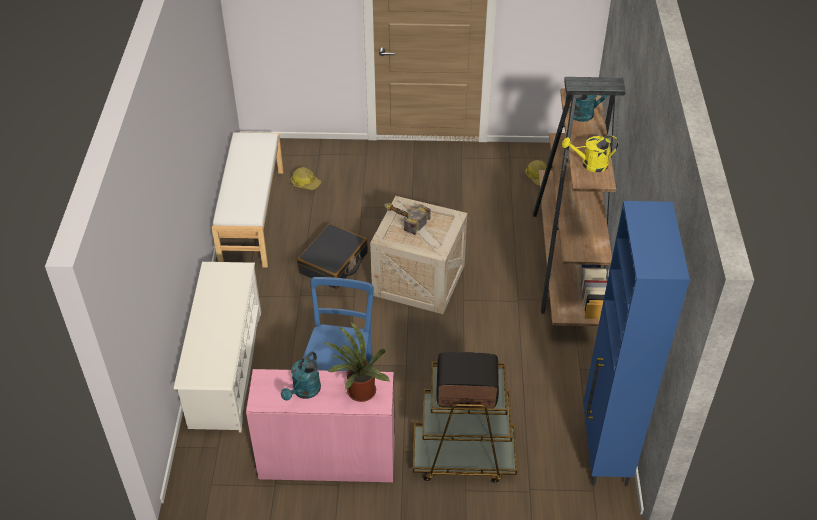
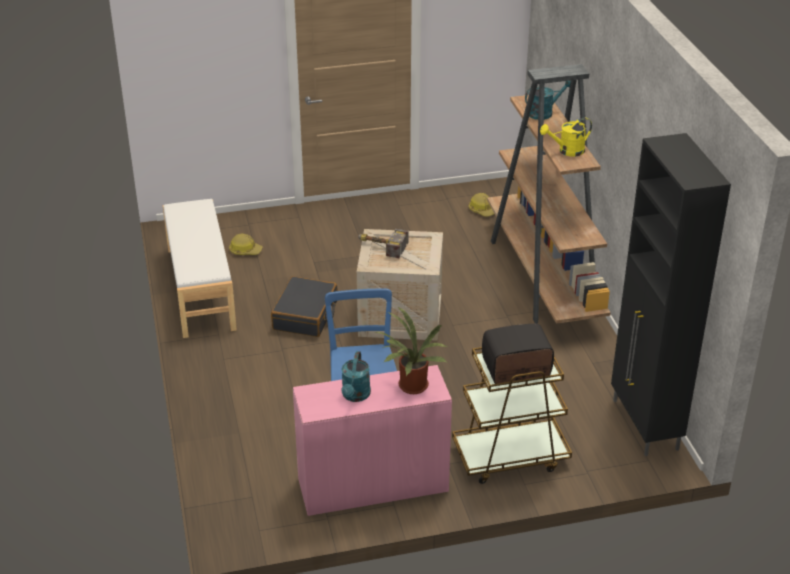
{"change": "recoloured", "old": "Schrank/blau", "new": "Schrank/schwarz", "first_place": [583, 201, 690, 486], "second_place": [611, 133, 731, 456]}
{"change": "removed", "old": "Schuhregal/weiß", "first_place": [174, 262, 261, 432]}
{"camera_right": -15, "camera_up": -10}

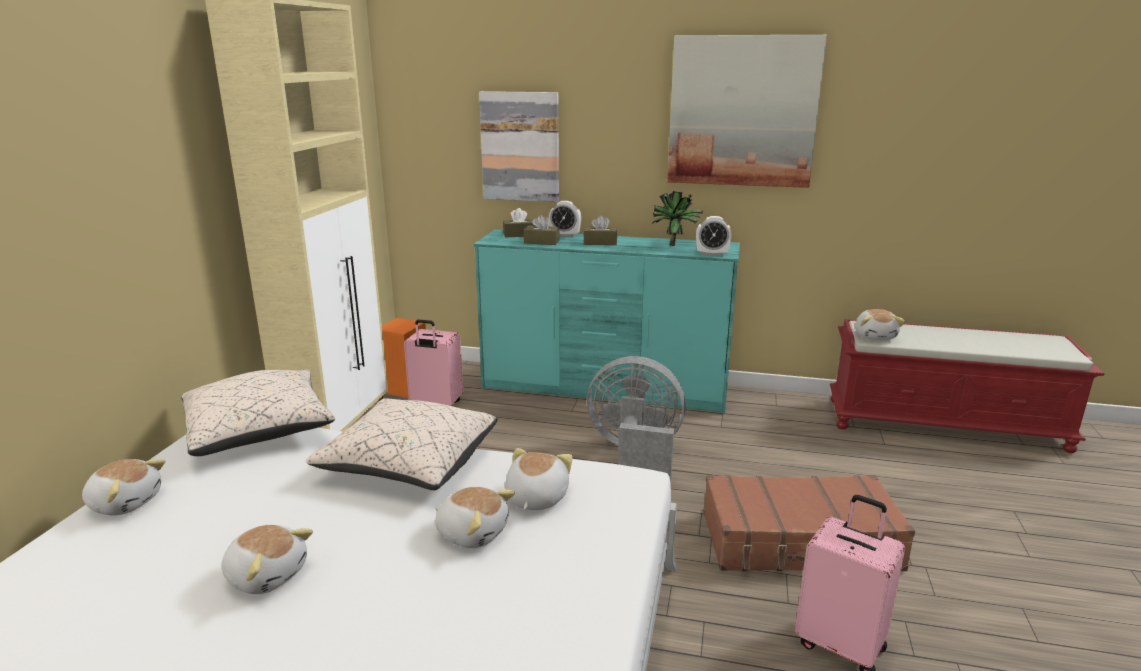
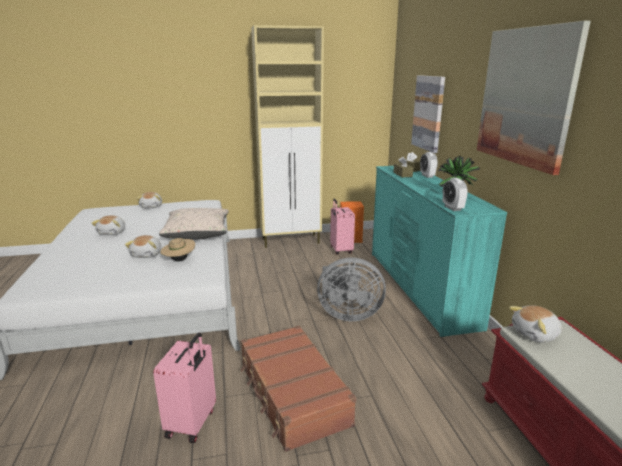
{"change": "removed", "old": "Taschentuchbox/braun", "first_place": [583, 215, 617, 245]}
{"change": "turned", "old": "Ventilator/grau", "first_place": [587, 356, 686, 482], "second_place": [317, 257, 386, 321], "degrees": 105}
{"change": "removed", "old": "Kissen/beige", "first_place": [181, 370, 335, 456]}
{"change": "replaced", "old": "Plüschtier", "new": "Hut/beige", "first_place": [505, 448, 573, 510], "second_place": [160, 237, 195, 261]}
{"camera_right": 65, "camera_up": 0}

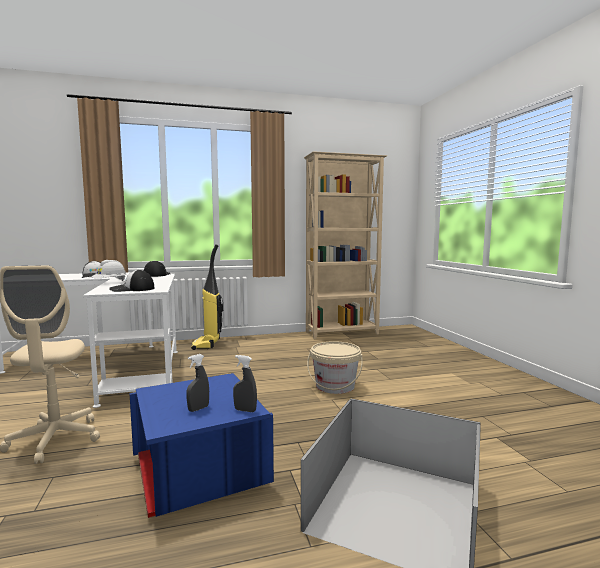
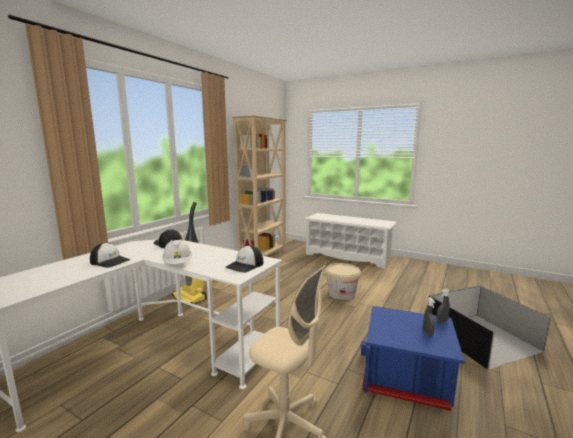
{"change": "added", "new": "Schuhregal/weiß", "second_place": [305, 213, 397, 269]}
{"camera_right": -45, "camera_up": 5}

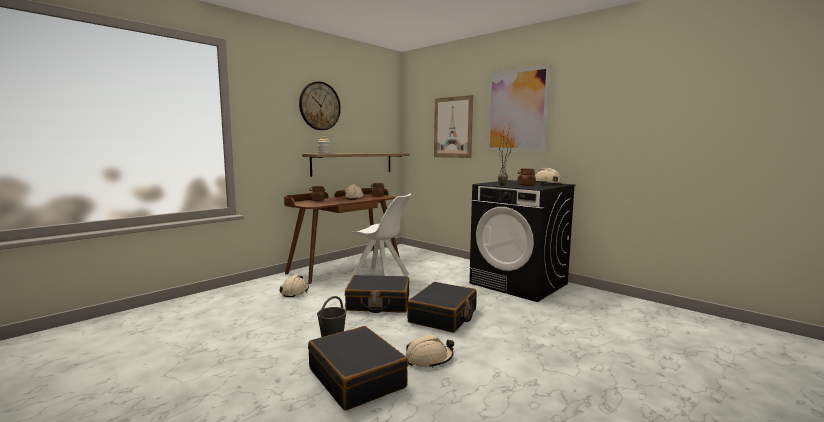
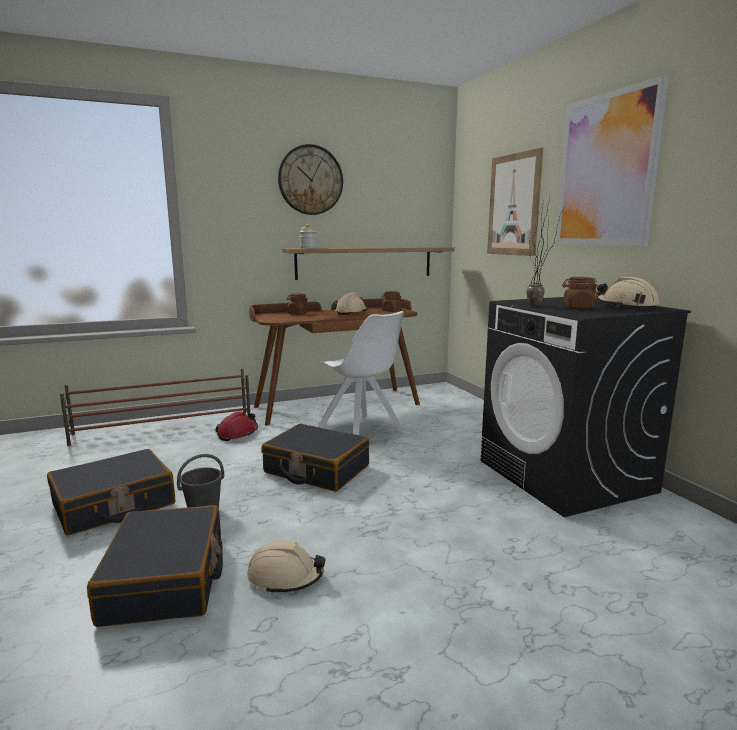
{"change": "recoloured", "old": "Schutzhelm/beige", "new": "Schutzhelm/rot", "first_place": [280, 274, 309, 297], "second_place": [215, 411, 258, 441]}
{"change": "moved", "old": "Koffer/schwarz", "first_place": [407, 282, 477, 333], "second_place": [47, 449, 175, 535]}
{"change": "added", "new": "Schuhregal/braun", "second_place": [60, 369, 250, 446]}
{"camera_right": 25, "camera_up": 5}

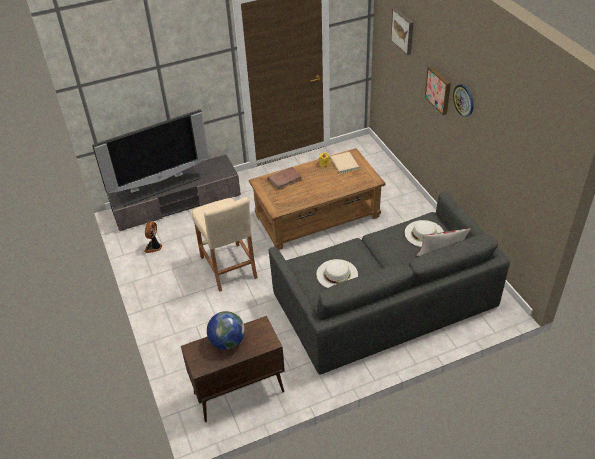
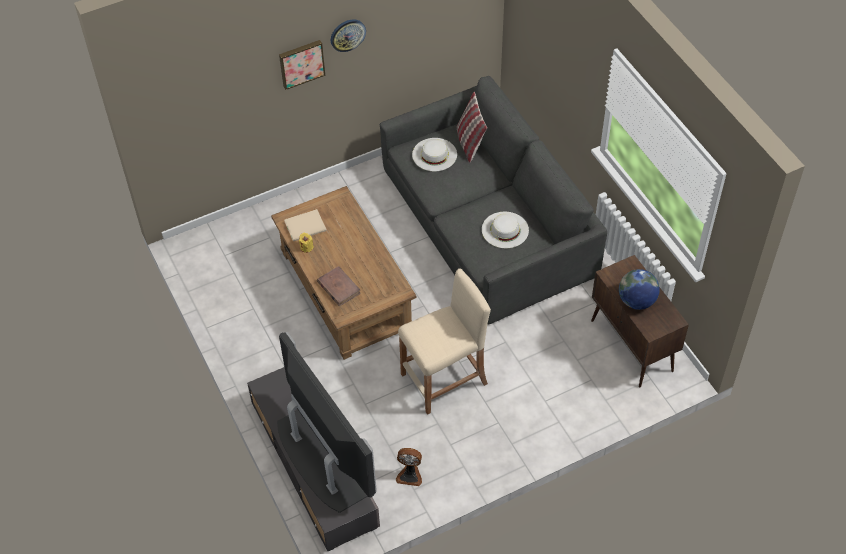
{"change": "removed", "old": "Bild", "first_place": [391, 8, 414, 55]}
{"camera_right": -95, "camera_up": 10}

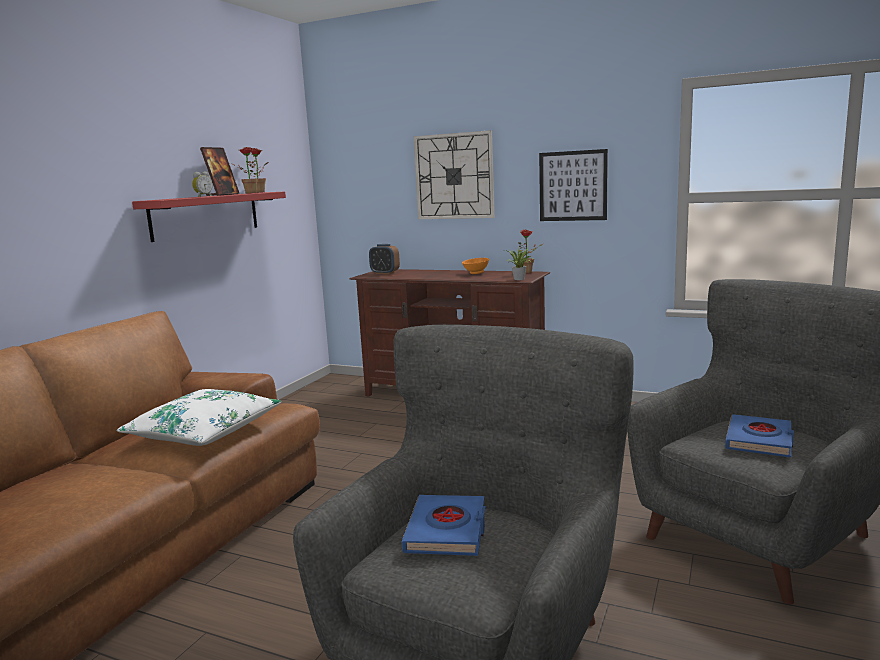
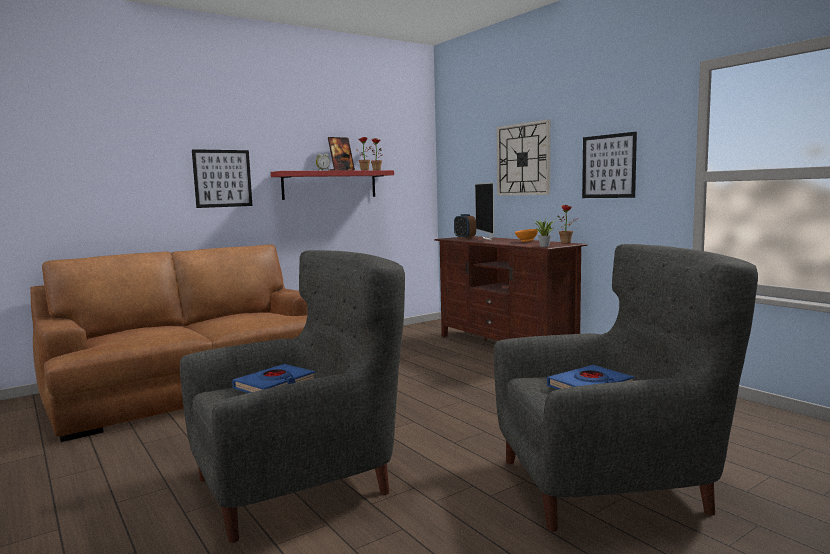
{"change": "removed", "old": "Kissen/weiß", "first_place": [117, 389, 282, 446]}
{"change": "added", "new": "Bild", "second_place": [192, 149, 252, 208]}
{"change": "added", "new": "Fernseher", "second_place": [475, 182, 494, 240]}
{"camera_right": 30, "camera_up": -5}

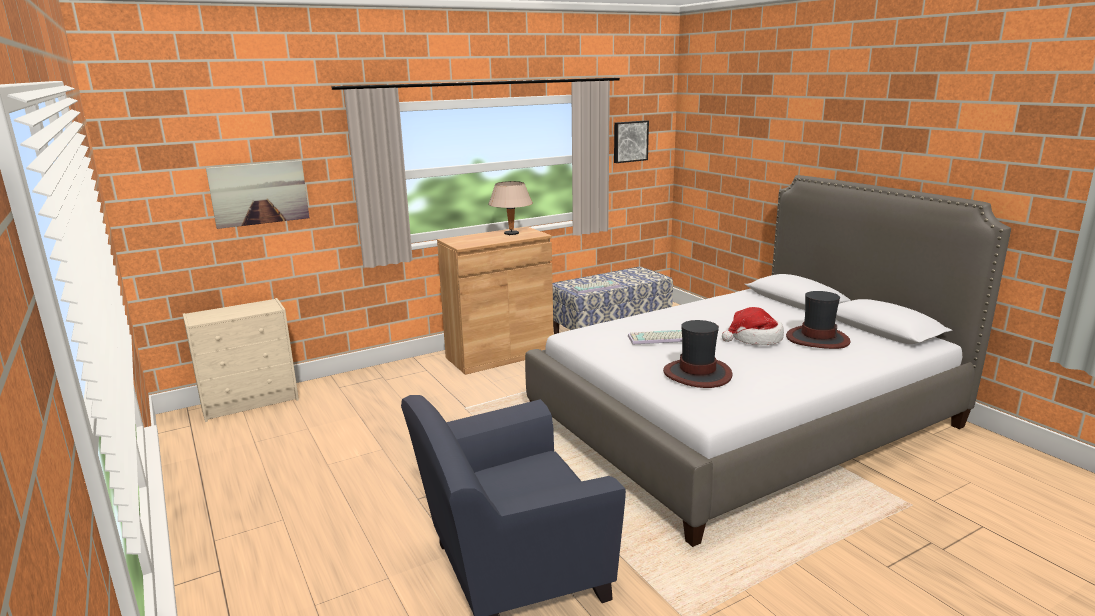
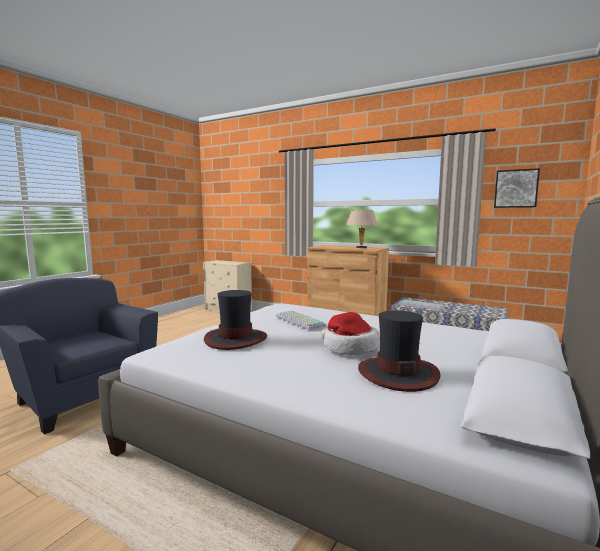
{"change": "removed", "old": "Bild", "first_place": [206, 160, 309, 229]}
{"camera_right": 60, "camera_up": -10}

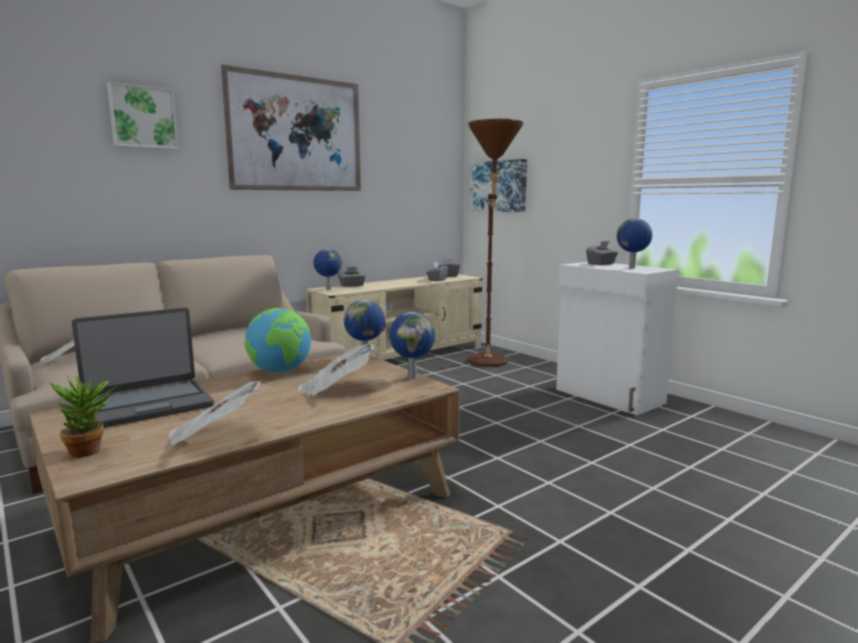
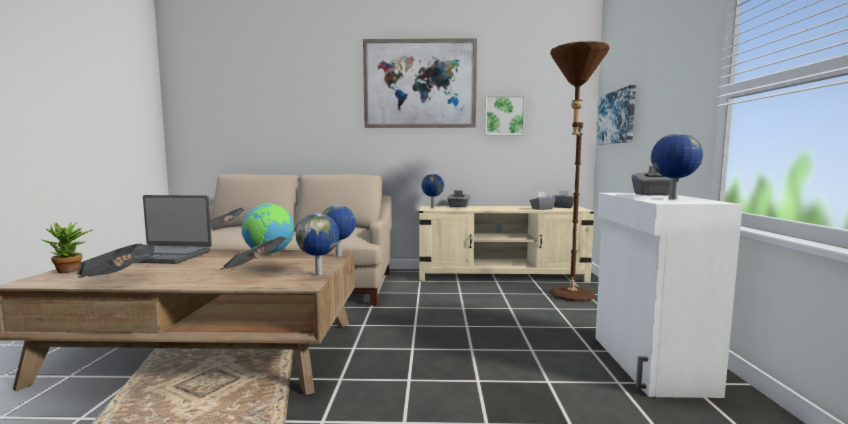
{"change": "moved", "old": "Bild", "first_place": [107, 82, 179, 150], "second_place": [485, 95, 525, 135]}
{"camera_right": 40, "camera_up": -5}

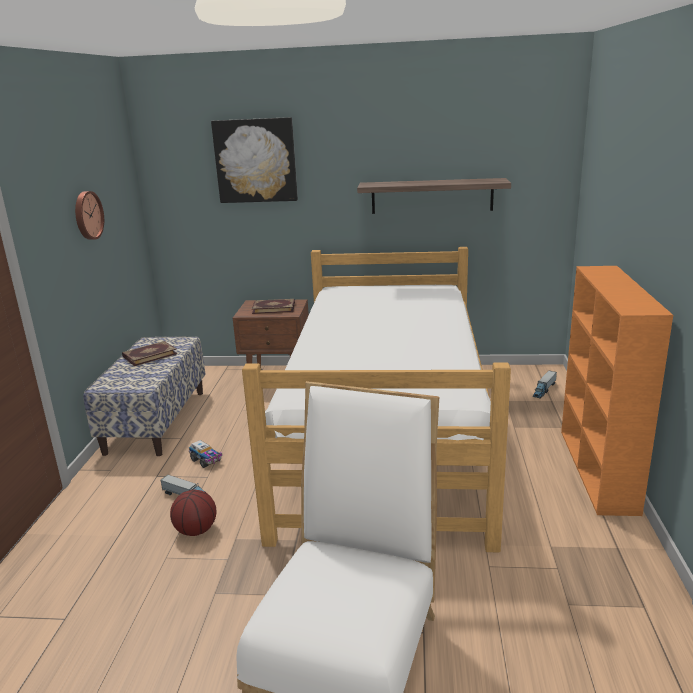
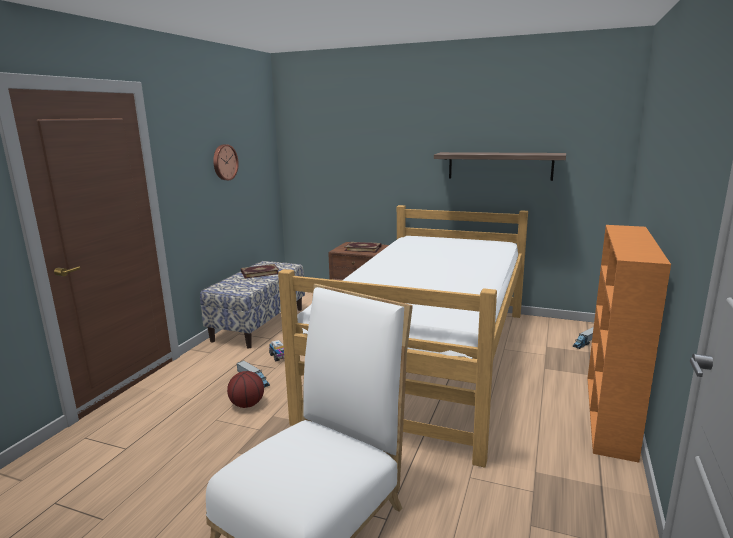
{"change": "removed", "old": "Bild", "first_place": [211, 117, 298, 203]}
{"camera_right": 15, "camera_up": -5}

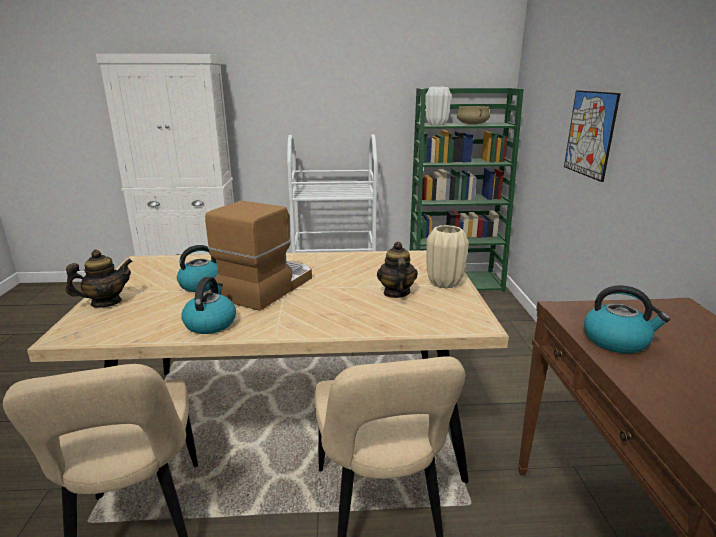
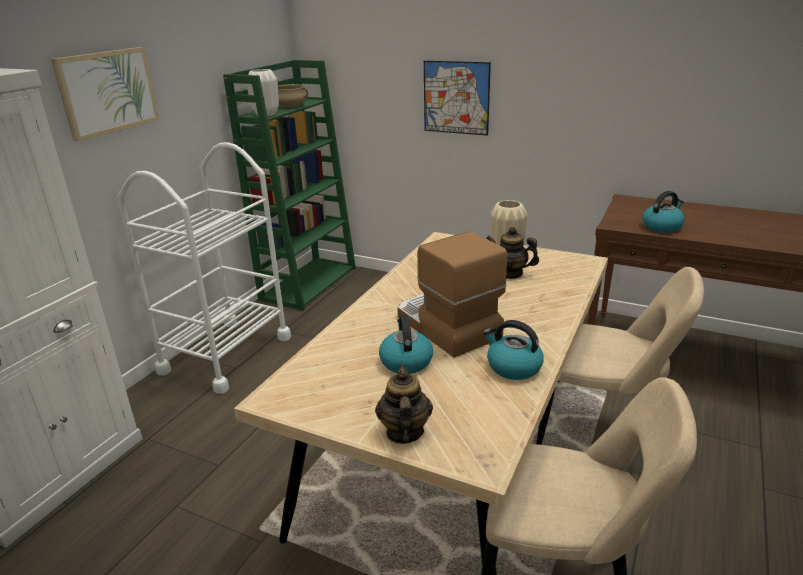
{"change": "added", "new": "Bild", "second_place": [51, 47, 160, 141]}
{"camera_right": -60, "camera_up": 5}

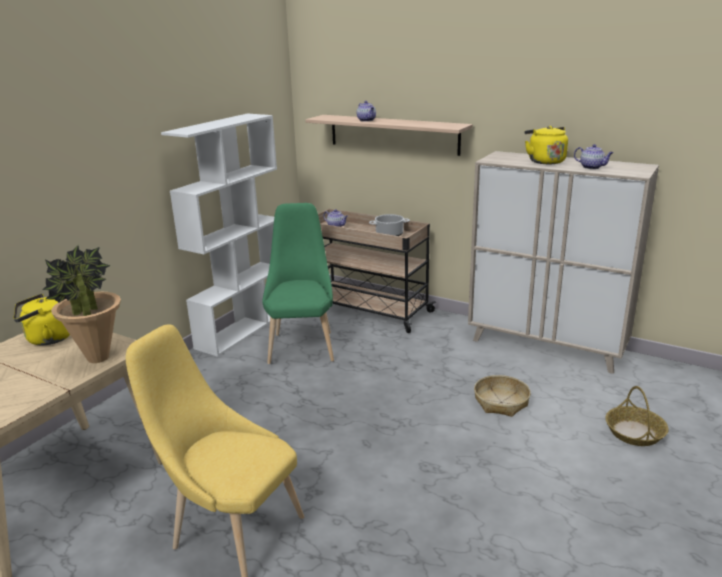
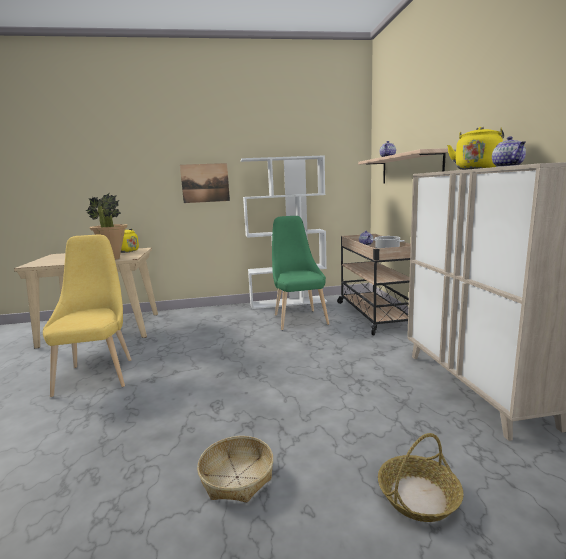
{"change": "turned", "old": "Stuhl/grün", "first_place": [262, 203, 334, 364], "second_place": [272, 216, 329, 330], "degrees": -60}
{"change": "moved", "old": "Korb", "first_place": [474, 375, 531, 417], "second_place": [197, 436, 274, 502]}
{"change": "added", "new": "Bild", "second_place": [180, 163, 230, 203]}
{"camera_right": 50, "camera_up": -10}

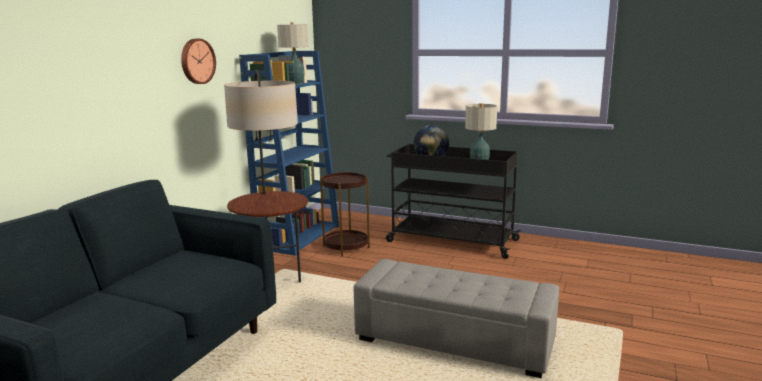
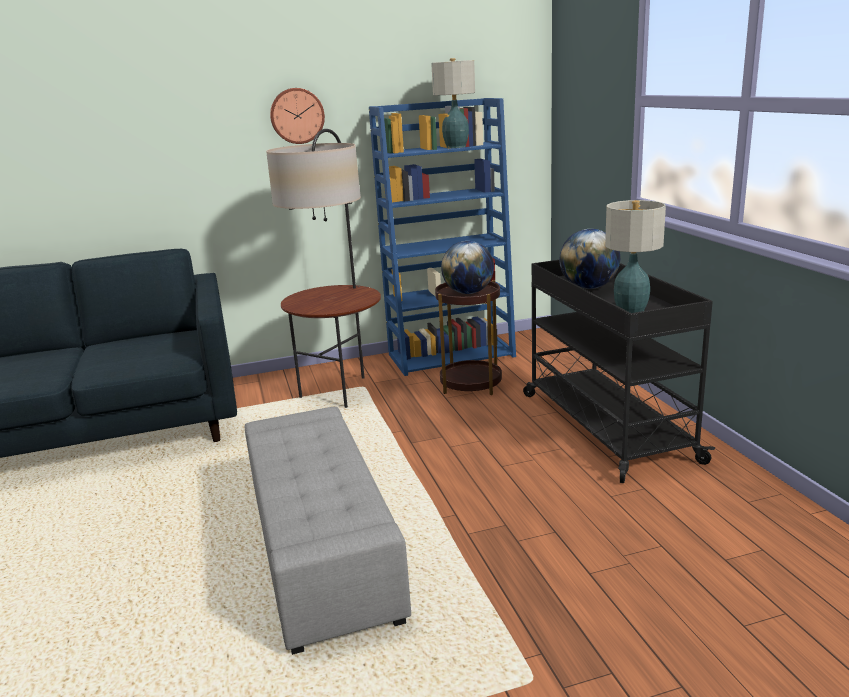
{"change": "added", "new": "Globus", "second_place": [441, 241, 494, 294]}
{"camera_right": 50, "camera_up": 5}

